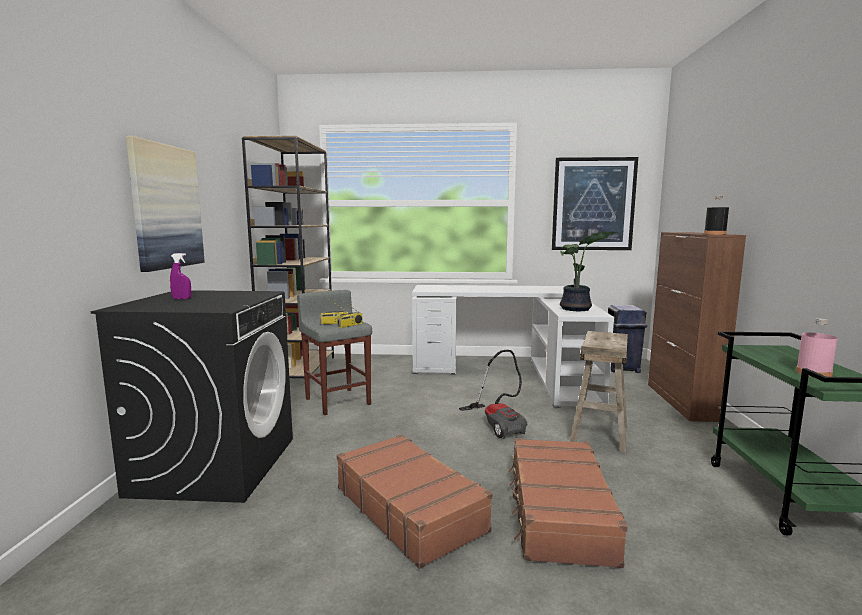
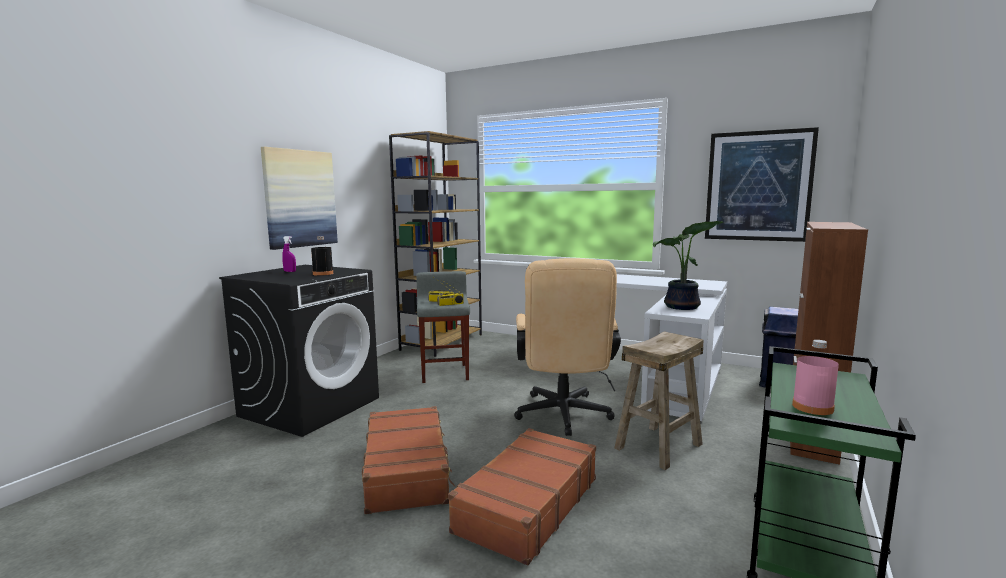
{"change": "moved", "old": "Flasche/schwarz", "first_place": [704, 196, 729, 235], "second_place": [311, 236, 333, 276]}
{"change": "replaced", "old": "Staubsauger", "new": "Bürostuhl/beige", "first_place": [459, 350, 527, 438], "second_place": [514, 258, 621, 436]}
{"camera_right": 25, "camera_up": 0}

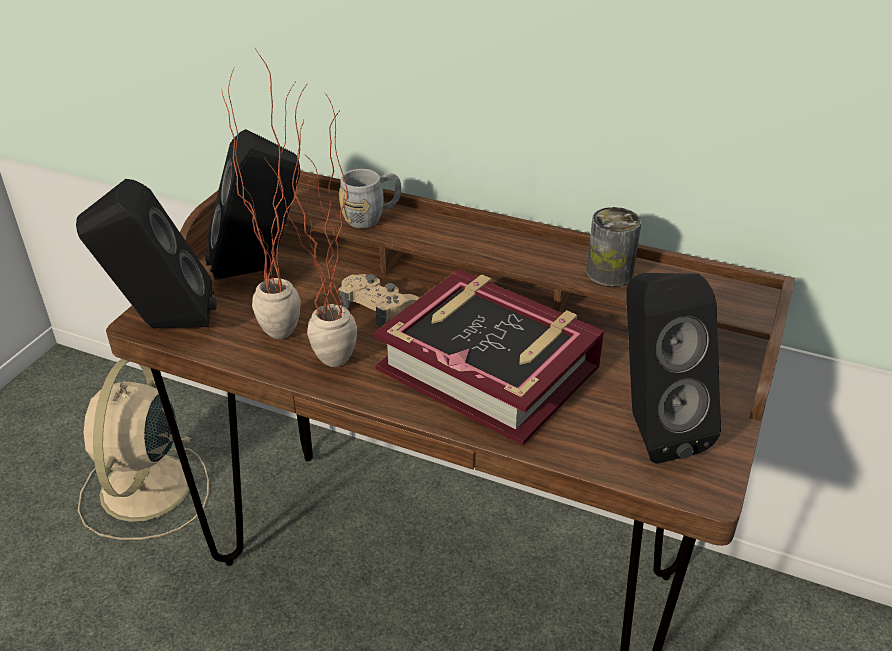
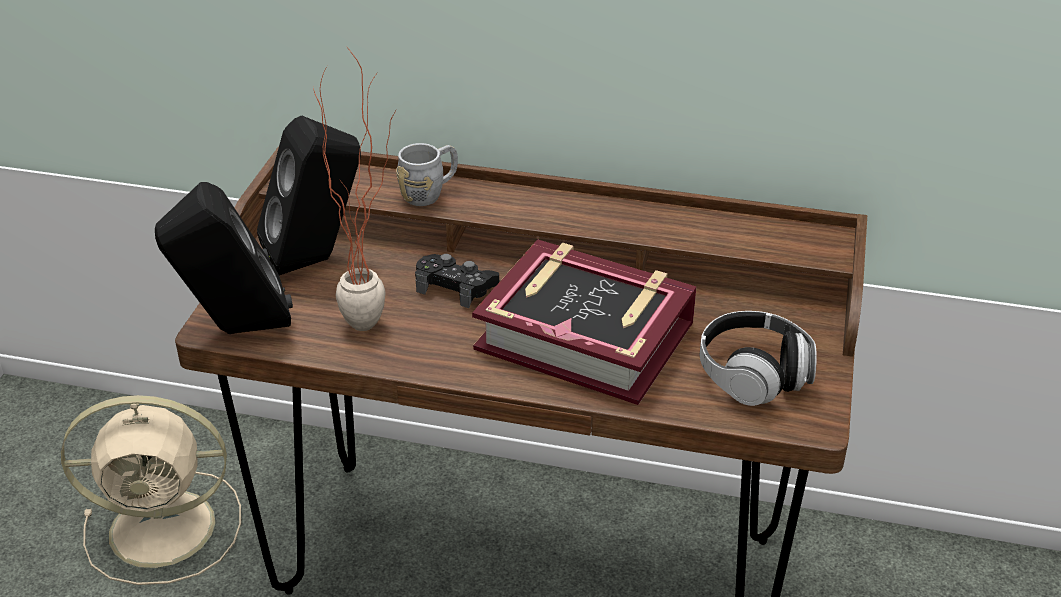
{"change": "removed", "old": "Topfpflanze", "first_place": [264, 82, 357, 367]}
{"change": "removed", "old": "Dose", "first_place": [586, 207, 641, 287]}
{"change": "replaced", "old": "Lautsprecher/schwarz", "new": "Kopfhörer", "first_place": [626, 273, 721, 463], "second_place": [700, 311, 817, 406]}
{"change": "recoloured", "old": "Gamepad/beige", "new": "Gamepad/schwarz", "first_place": [339, 274, 419, 327], "second_place": [415, 254, 499, 308]}
{"change": "turned", "old": "Ventilator/beige", "first_place": [78, 359, 209, 540], "second_place": [61, 395, 241, 585], "degrees": -90}
{"camera_right": -10, "camera_up": 0}

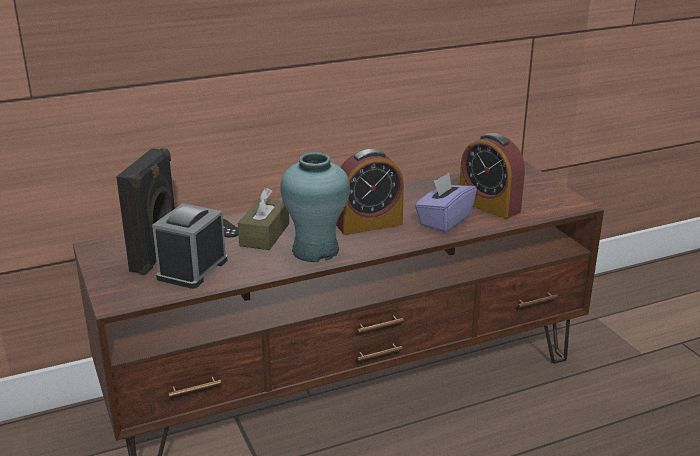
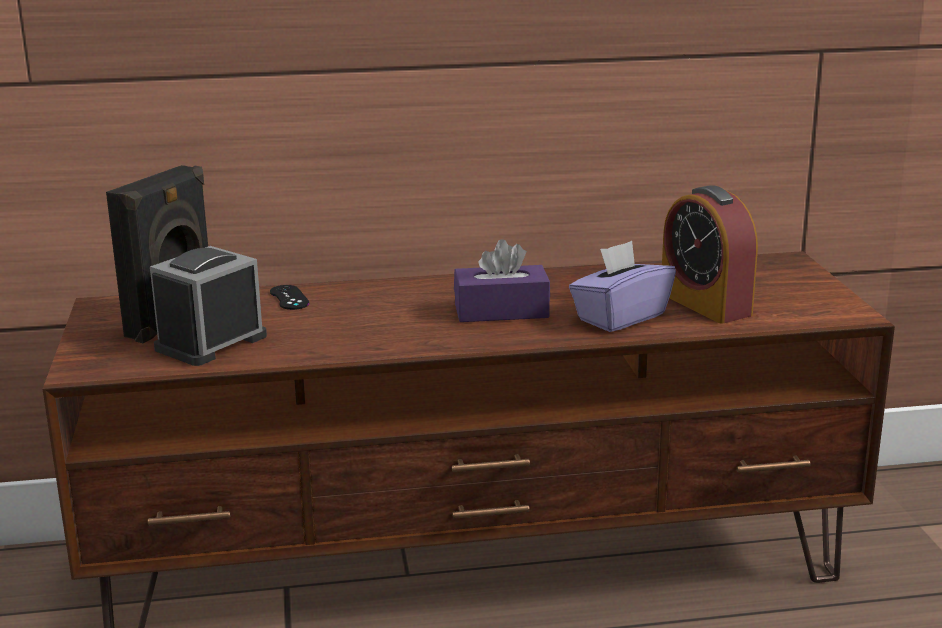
{"change": "replaced", "old": "Wecker", "new": "Taschentuchbox/lila", "first_place": [336, 149, 404, 235], "second_place": [454, 239, 550, 322]}
{"change": "removed", "old": "Vase/türkis", "first_place": [280, 152, 350, 262]}
{"change": "removed", "old": "Taschentuchbox/braun", "first_place": [238, 188, 289, 250]}
{"camera_right": 15, "camera_up": -5}

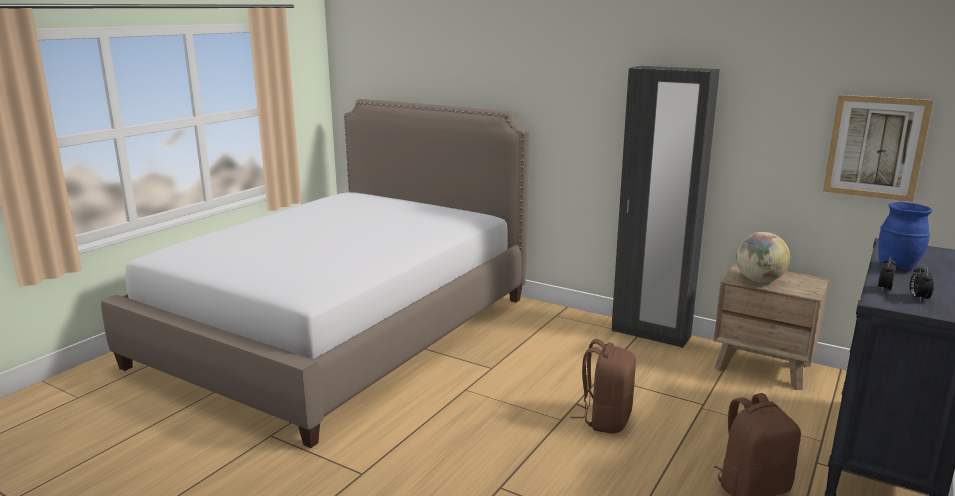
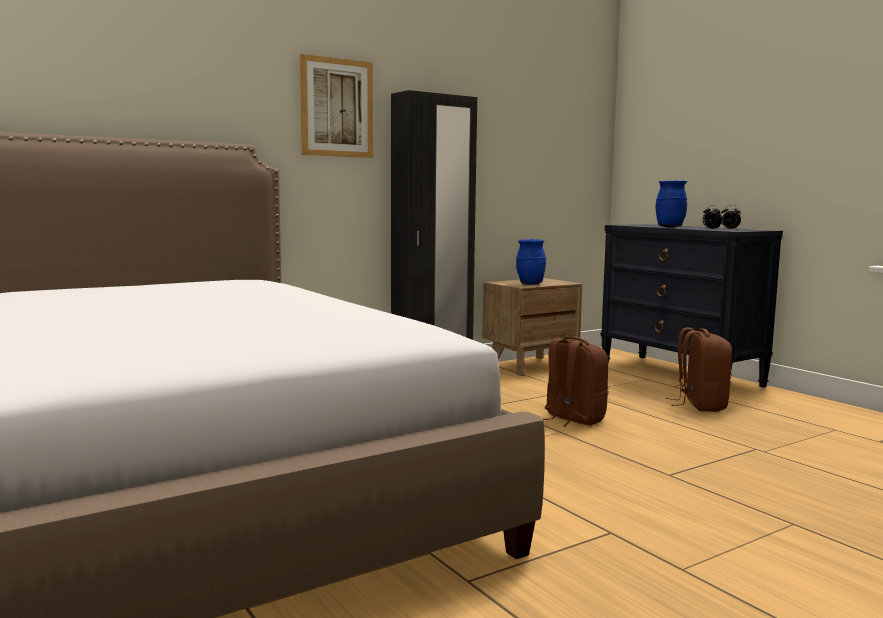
{"change": "moved", "old": "Bild", "first_place": [823, 95, 933, 202], "second_place": [300, 54, 373, 158]}
{"change": "replaced", "old": "Globus", "new": "Vase/blau", "first_place": [736, 232, 790, 282], "second_place": [516, 239, 547, 285]}
{"camera_right": -65, "camera_up": -10}

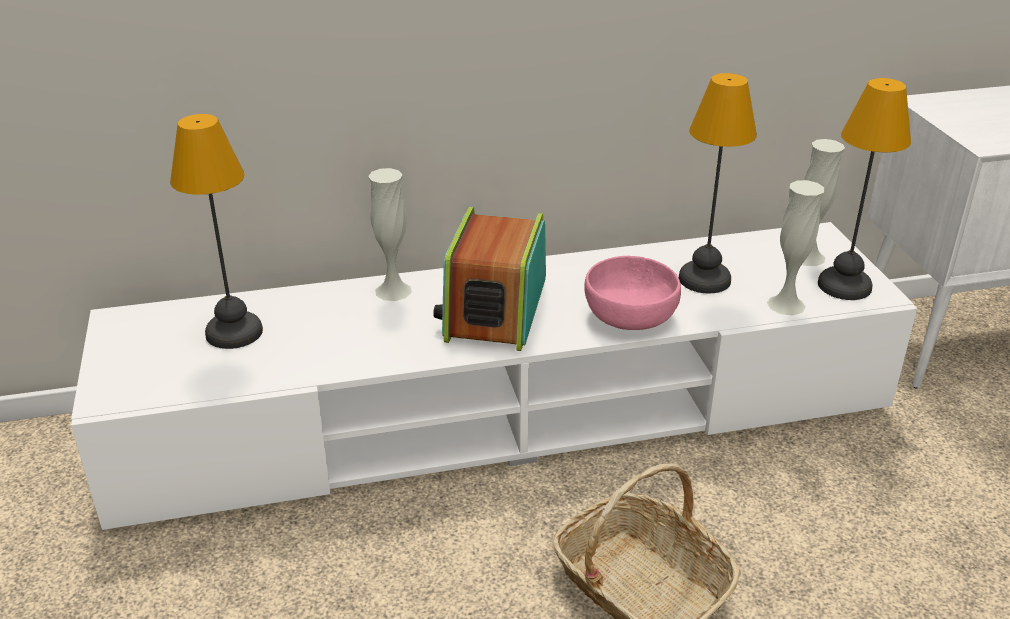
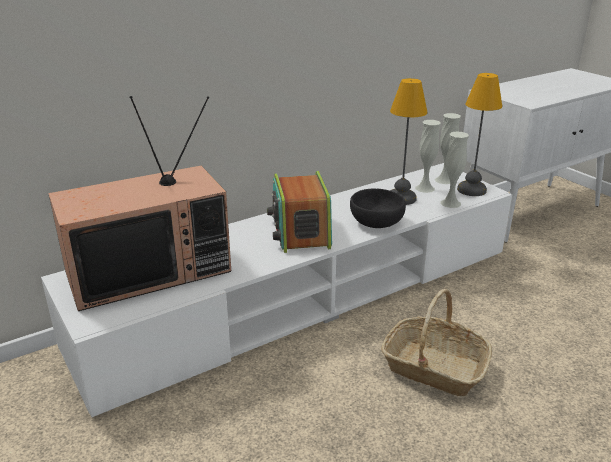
{"change": "replaced", "old": "Tischlampe", "new": "Fernseher", "first_place": [170, 114, 263, 349], "second_place": [48, 96, 231, 311]}
{"change": "moved", "old": "Vase/weiß", "first_place": [368, 168, 412, 301], "second_place": [415, 120, 441, 193]}
{"change": "recoloured", "old": "Schüssel/rosa", "new": "Schüssel/schwarz", "first_place": [584, 256, 681, 330], "second_place": [350, 188, 406, 228]}
{"camera_right": -20, "camera_up": -5}

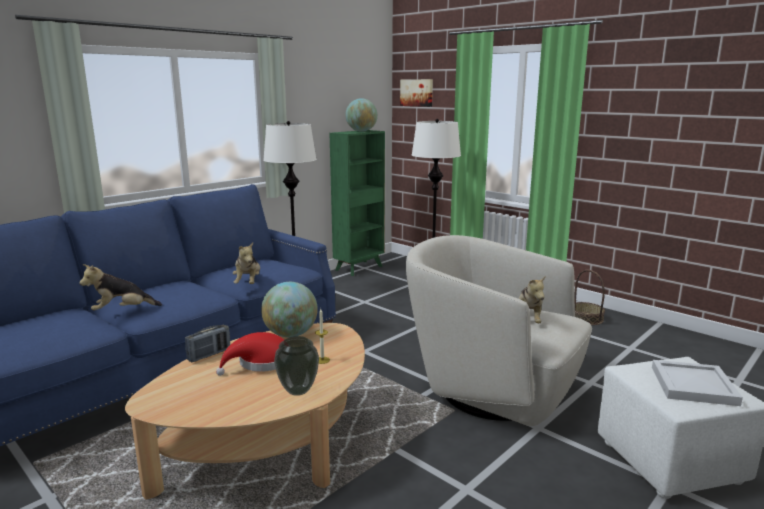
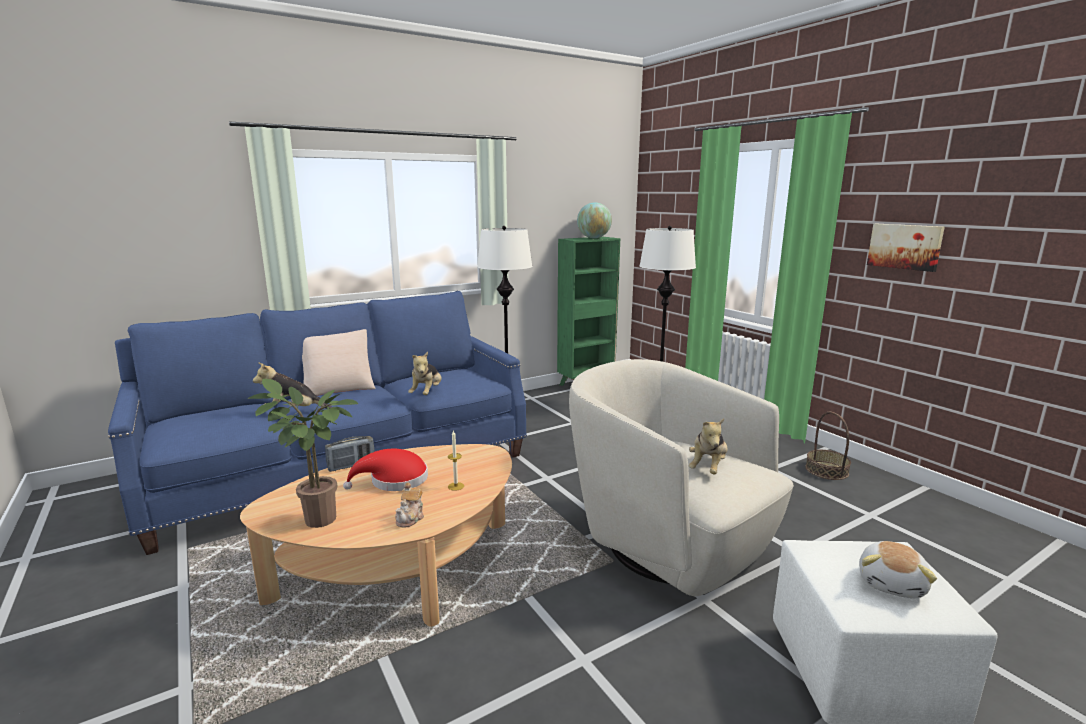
{"change": "moved", "old": "Bild", "first_place": [400, 79, 433, 107], "second_place": [867, 224, 945, 272]}
{"change": "removed", "old": "Globus", "first_place": [261, 282, 318, 337]}
{"change": "replaced", "old": "Vase", "new": "Teekanne", "first_place": [274, 336, 319, 396], "second_place": [395, 482, 424, 528]}
{"change": "replaced", "old": "Tablett/weiß", "new": "Plüschtier", "first_place": [652, 360, 743, 406], "second_place": [859, 541, 937, 599]}
{"change": "added", "new": "Kissen/beige", "second_place": [302, 329, 375, 396]}
{"change": "added", "new": "Topfpflanze", "second_place": [247, 379, 358, 528]}
{"camera_right": 15, "camera_up": 0}

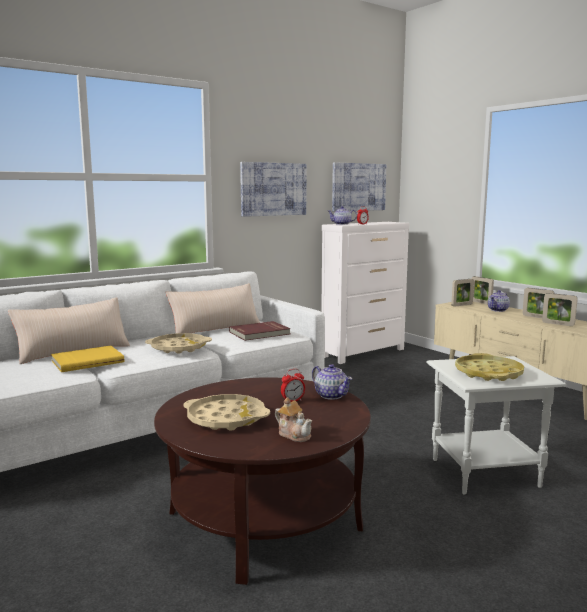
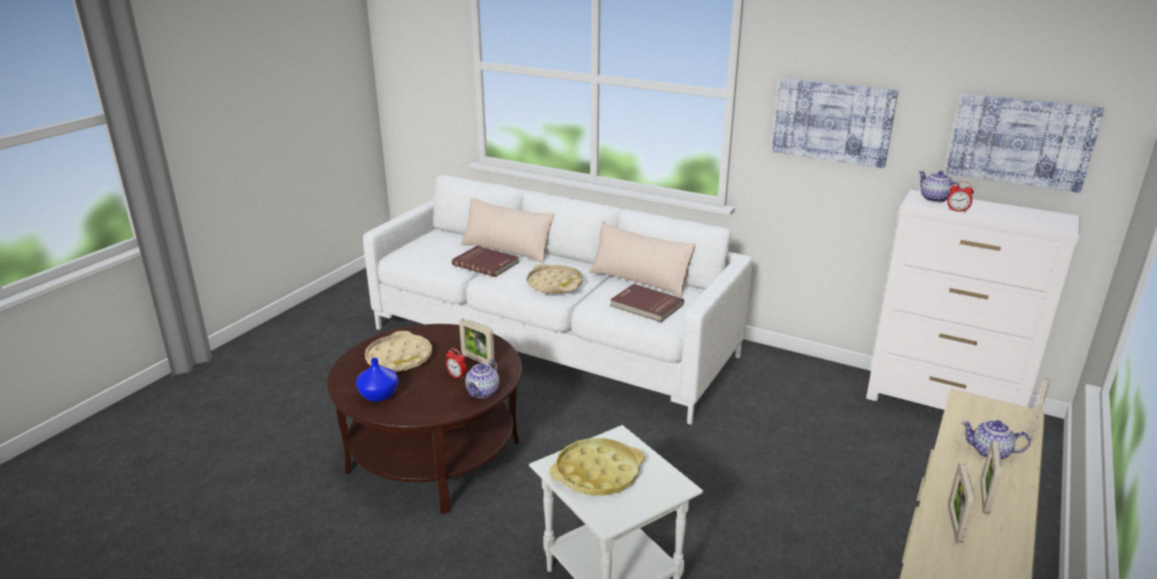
{"change": "moved", "old": "Bilderrahmen", "first_place": [451, 279, 474, 307], "second_place": [459, 318, 495, 365]}
{"change": "recoloured", "old": "Buch/gelb", "new": "Buch/rot", "first_place": [51, 345, 124, 372], "second_place": [452, 246, 519, 277]}
{"change": "replaced", "old": "Teekanne", "new": "Vase/blau", "first_place": [275, 397, 312, 442], "second_place": [356, 358, 398, 402]}
{"camera_right": 65, "camera_up": 15}

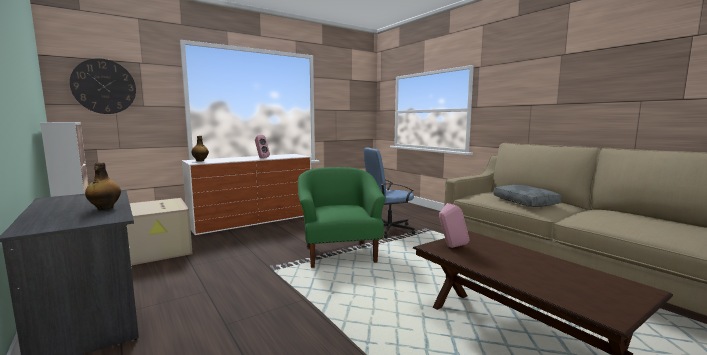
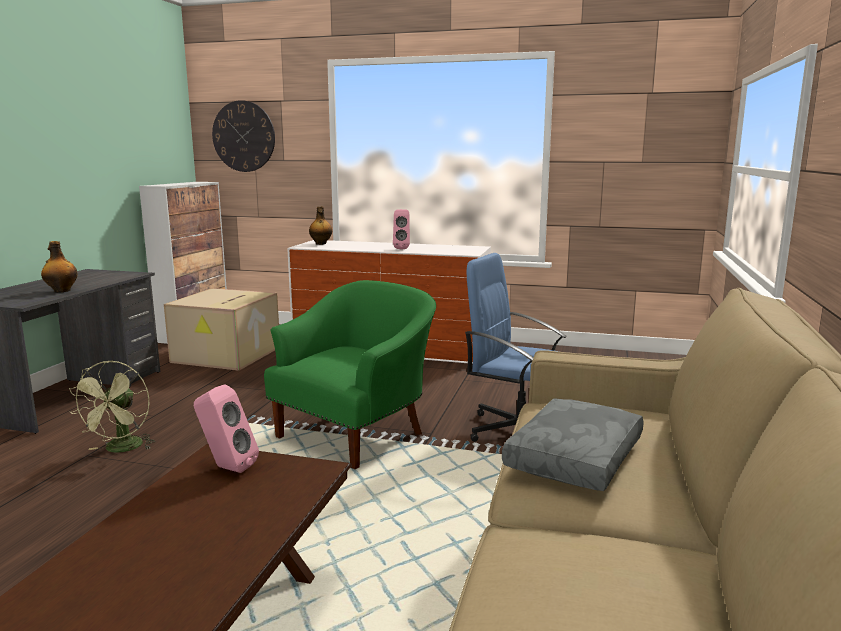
{"change": "added", "new": "Ventilator/grün", "second_place": [69, 360, 155, 453]}
{"camera_right": 50, "camera_up": 5}

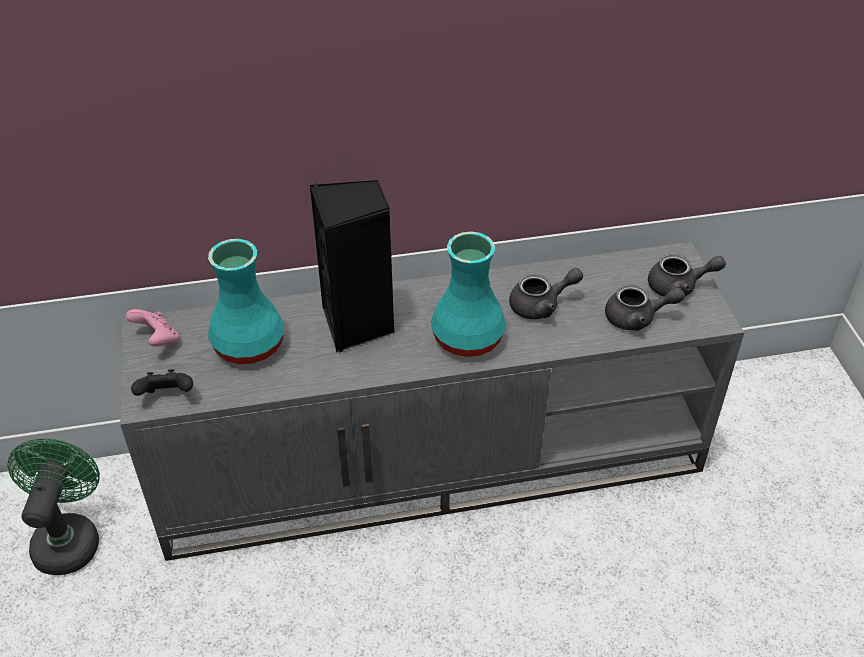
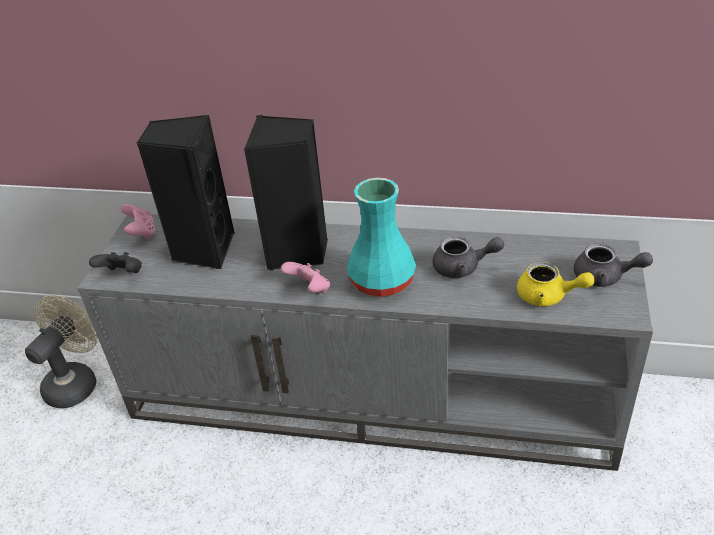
{"change": "replaced", "old": "Vase/türkis", "new": "Lautsprecher/schwarz", "first_place": [208, 239, 284, 364], "second_place": [137, 115, 235, 269]}
{"change": "recoloured", "old": "Teekanne/grau", "new": "Teekanne/gelb", "first_place": [605, 284, 685, 331], "second_place": [517, 262, 595, 307]}
{"change": "recoloured", "old": "Ventilator/grün", "new": "Ventilator/beige", "first_place": [7, 438, 100, 575], "second_place": [25, 295, 98, 408]}
{"change": "added", "new": "Gamepad/rosa", "second_place": [281, 262, 330, 293]}
{"camera_right": 25, "camera_up": -5}

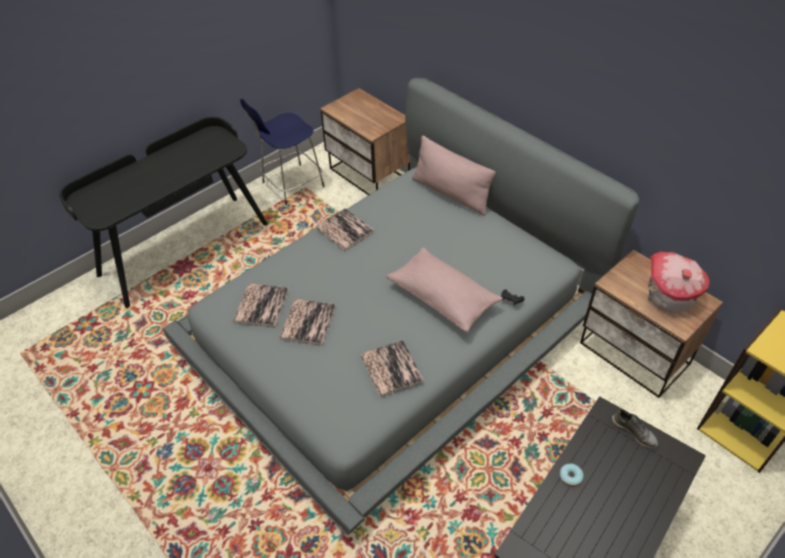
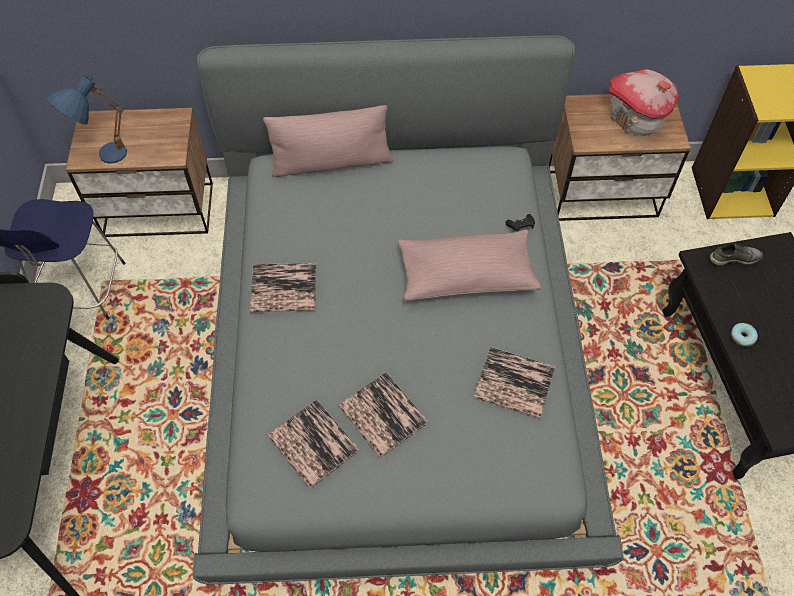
{"change": "added", "new": "Tischlampe/blau", "second_place": [46, 74, 127, 164]}
{"camera_right": -50, "camera_up": 10}

